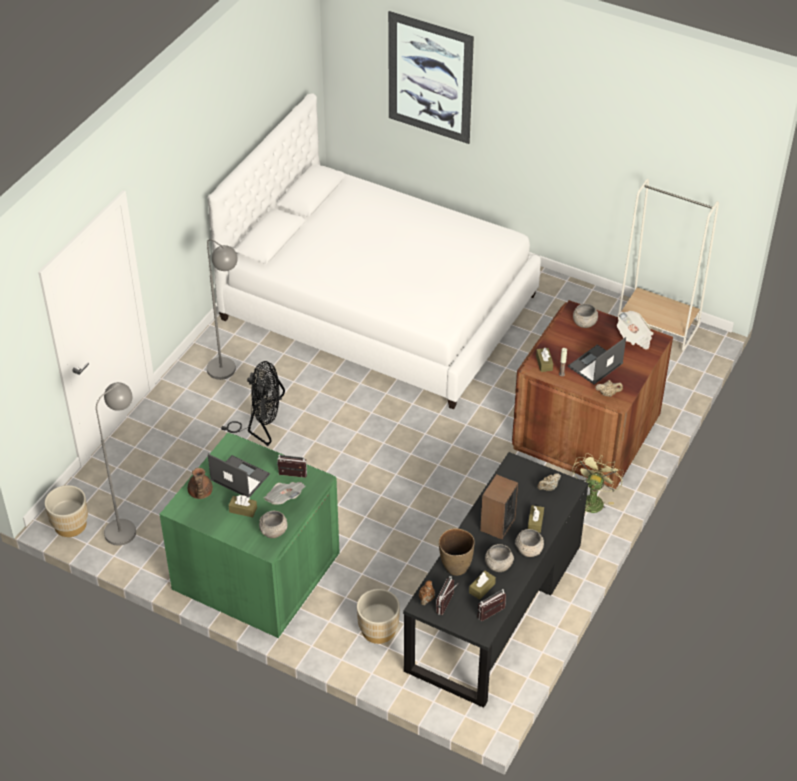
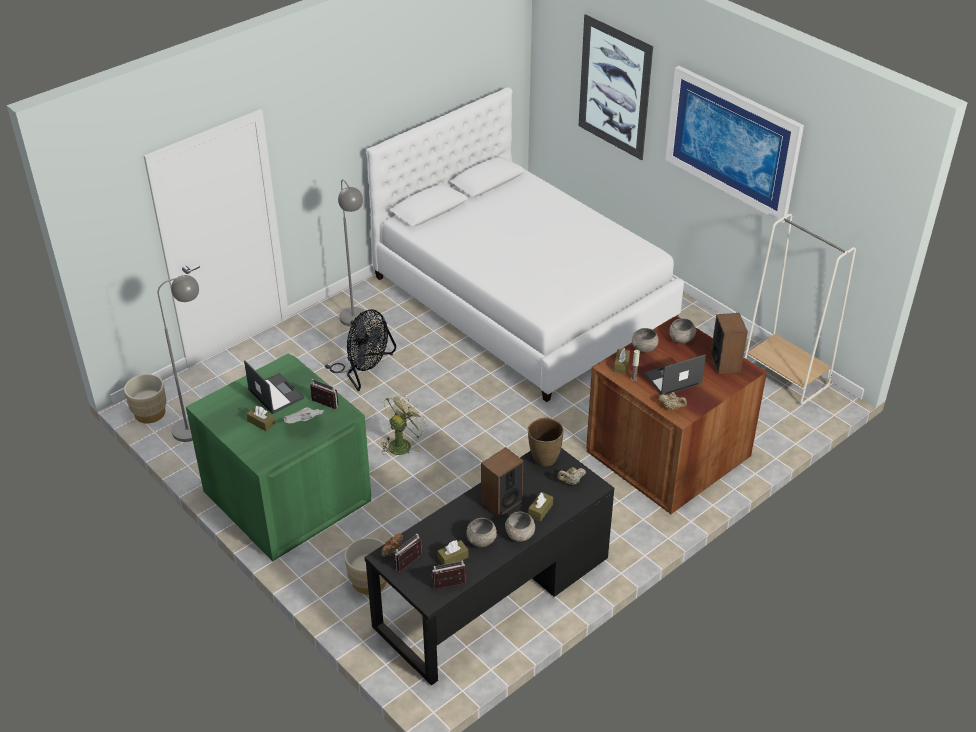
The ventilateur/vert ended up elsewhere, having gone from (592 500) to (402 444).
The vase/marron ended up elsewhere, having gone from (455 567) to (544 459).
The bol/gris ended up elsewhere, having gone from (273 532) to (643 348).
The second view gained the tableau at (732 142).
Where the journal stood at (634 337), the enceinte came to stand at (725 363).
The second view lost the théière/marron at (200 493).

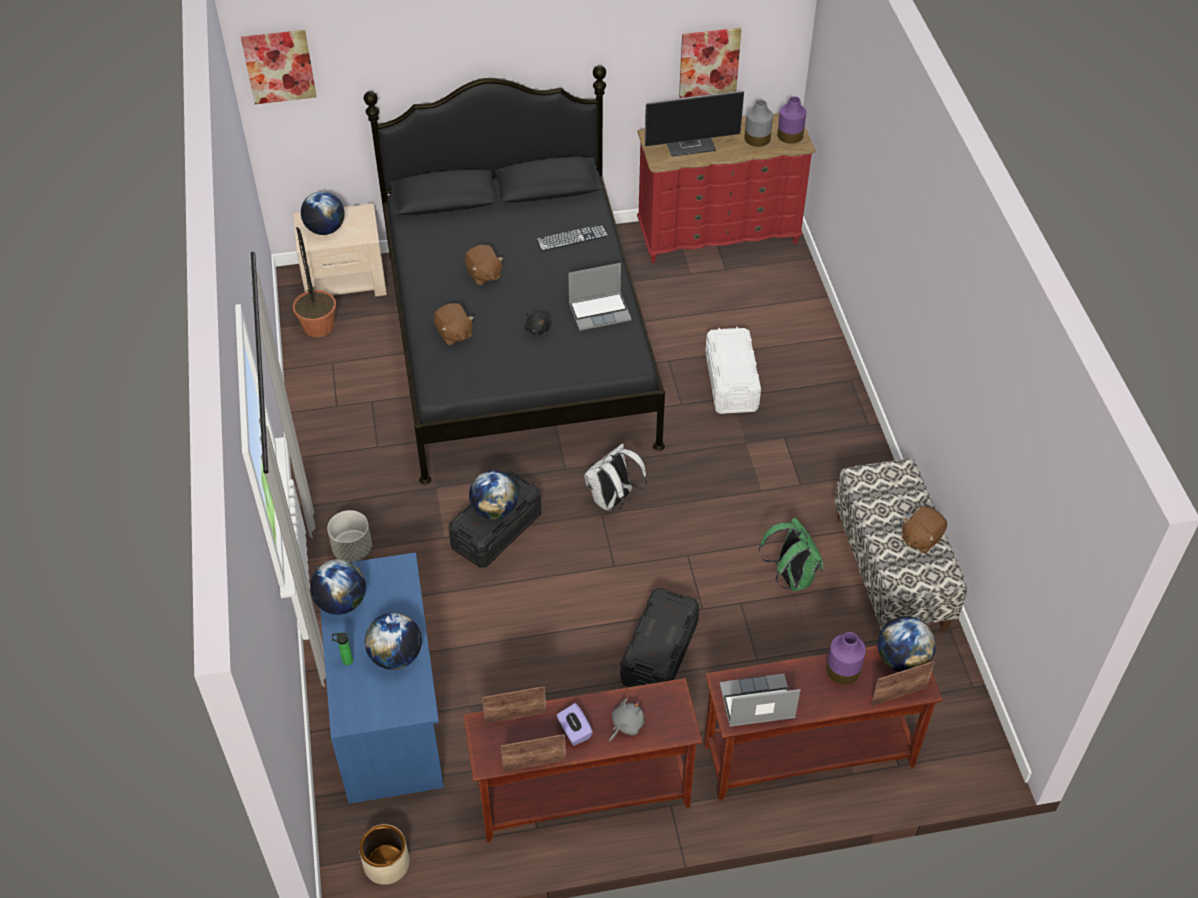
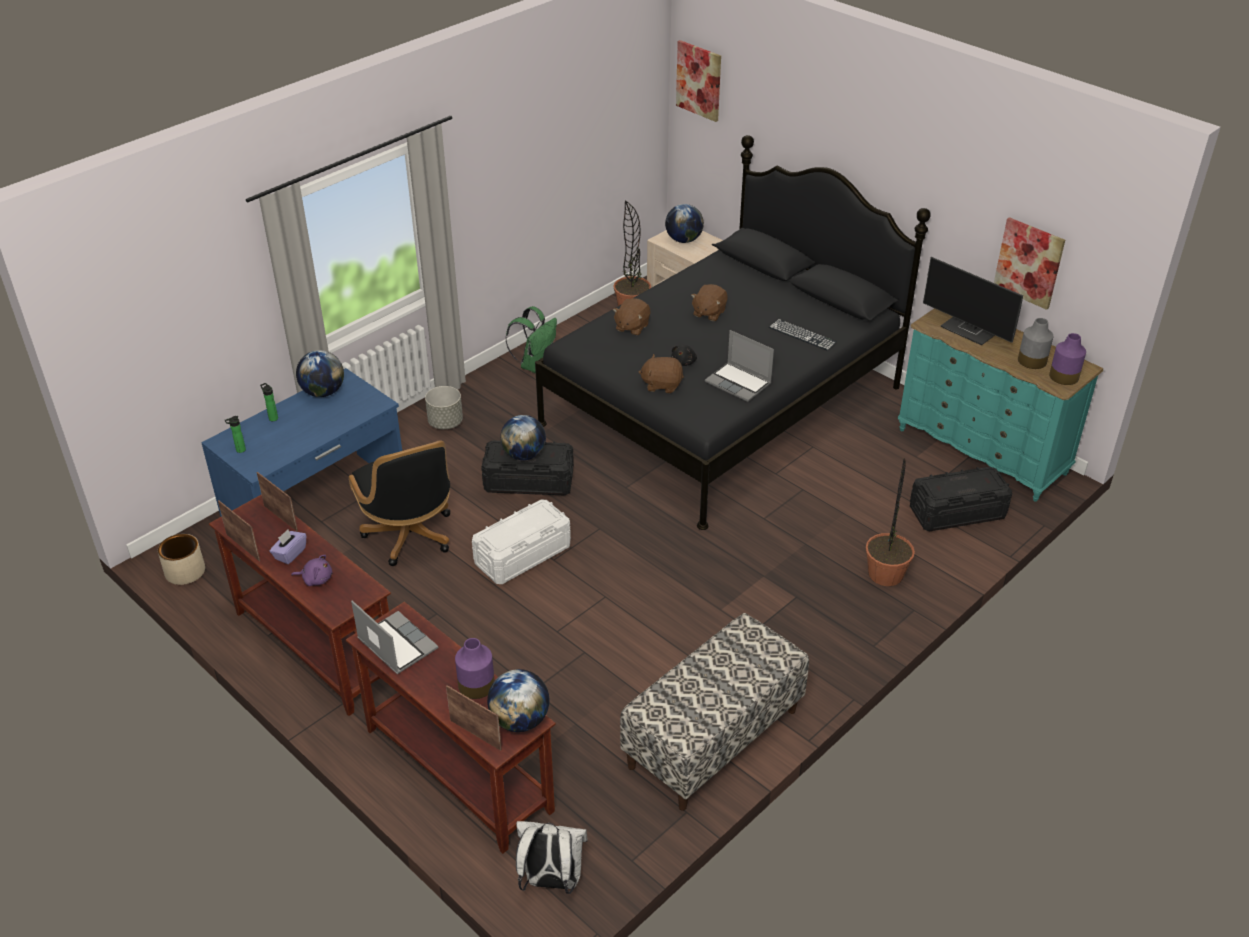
The second view gained the bouteille at (239 450).
What was the peluche/gris at (626 725) turned into the peluche/violet at (316 579).
The second view gained the chaise de bureau/noir at (412 540).
The boîte de rangement/blanc ended up elsewhere, having gone from (731 382) to (522 555).
The sac à dos/vert ended up elsewhere, having gone from (790 577) to (535 365).
The sac à dos/blanc ended up elsewhere, having gone from (613 500) to (551 881).
The peluche/marron ended up elsewhere, having gone from (920 538) to (662 385).
The second view gained the plante en pot at (885 574).
What was the commode/rouge at (719 235) turned into the commode/turquoise at (981 452).
The boîte de rangement/noir ended up elsewhere, having gone from (659 653) to (957 512).
The second view lost the globe at (396 656).

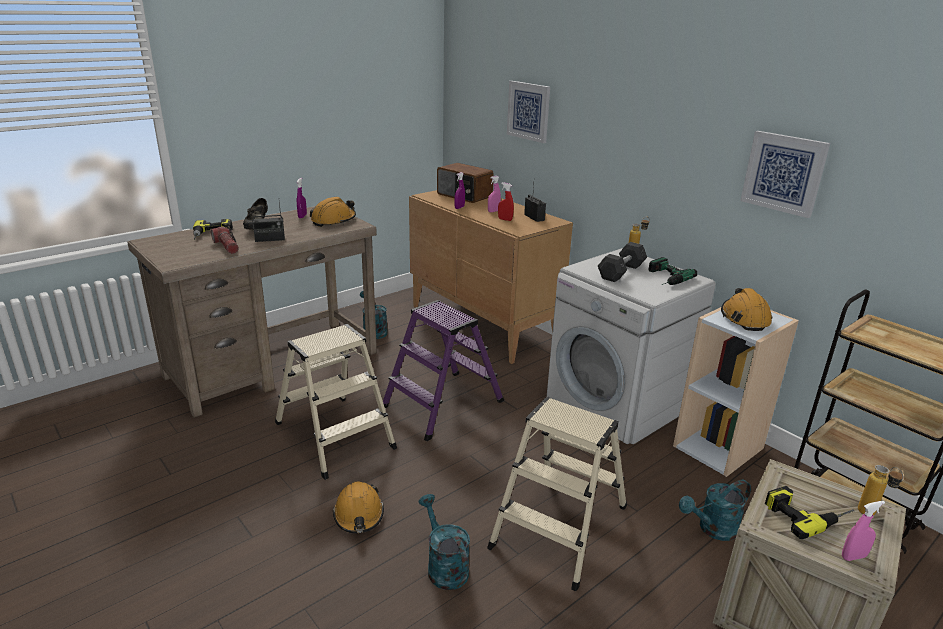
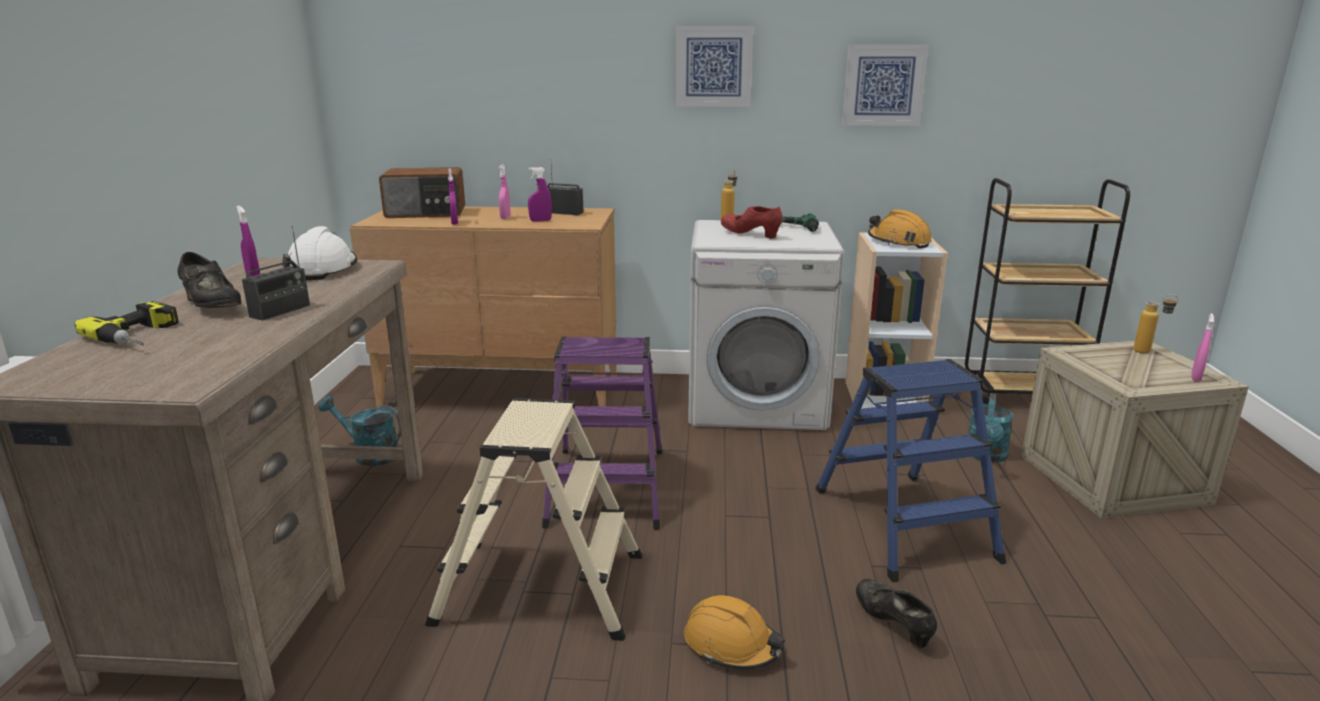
What was the casque de chantier/orange at (333 220) turned into the casque de chantier/blanc at (322 269).
What was the vaporisateur/rouge at (505 219) turned into the vaporisateur/violet at (540 221).
The tableau ended up elsewhere, having gone from (529 111) to (713 66).
Where the haltère/gris stood at (621 272), the chaussure/rouge came to stand at (750 235).
What was the escabeau/beige at (559 526) turned into the escabeau/bleu at (903 523).
Where the arrosoir/turquoise stood at (444 566), the chaussure/noir came to stand at (893 625).
The second view lost the lampe de poche at (227 246).
The second view lost the perceuse at (806 513).

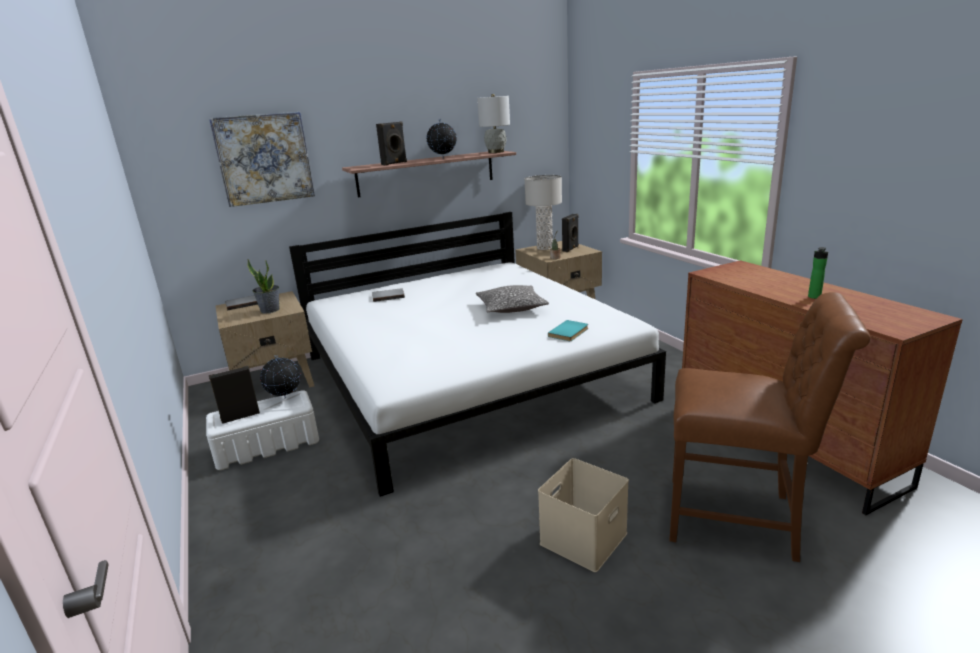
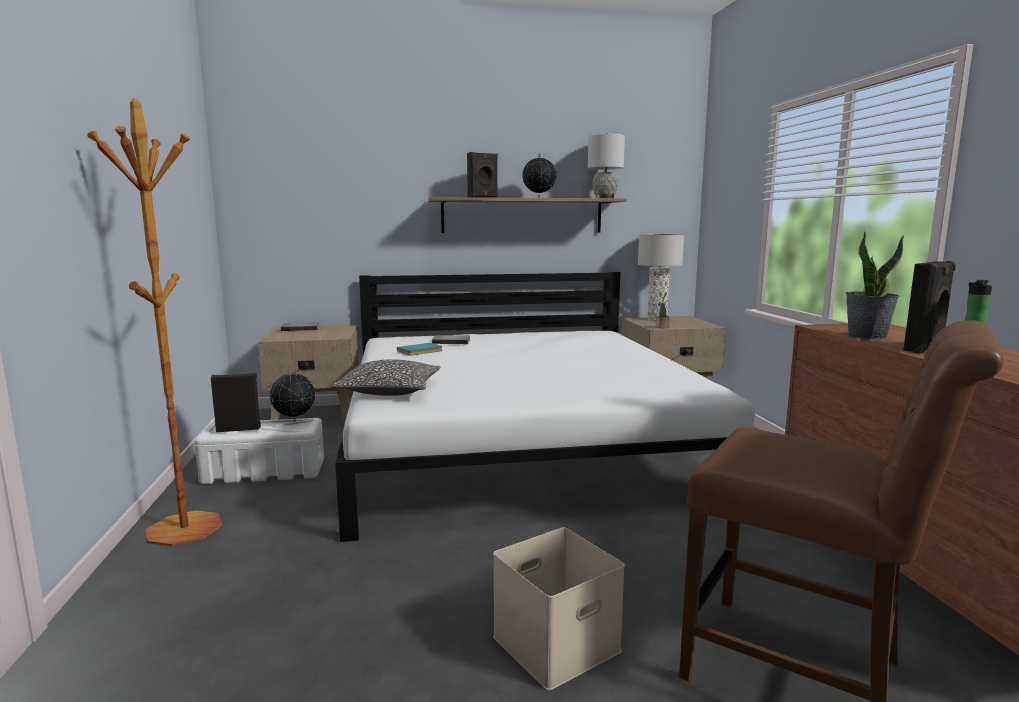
The second view gained the portant/orange at (184 528).
The coussin ended up elsewhere, having gone from (511 308) to (389 390).
The livre/turquoise ended up elsewhere, having gone from (569 332) to (420 351).
The plante en pot ended up elsewhere, having gone from (270 310) to (866 336).
The enceinte/noir ended up elsewhere, having gone from (571 249) to (925 348).
The second view lost the tableau at (264 158).

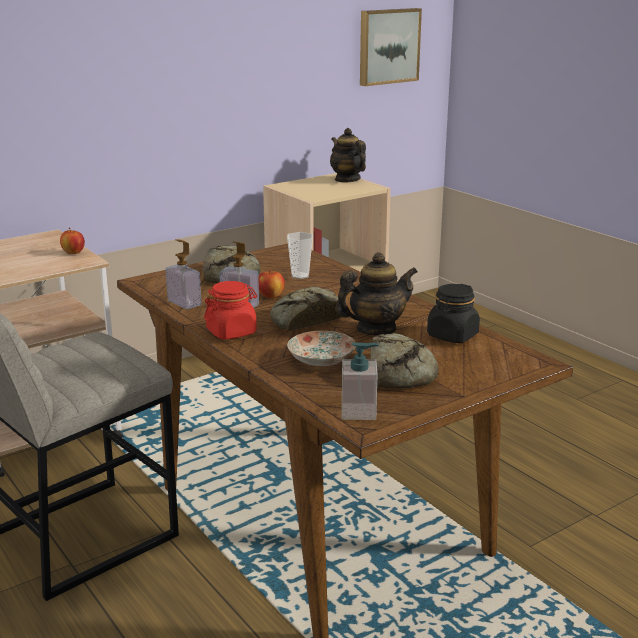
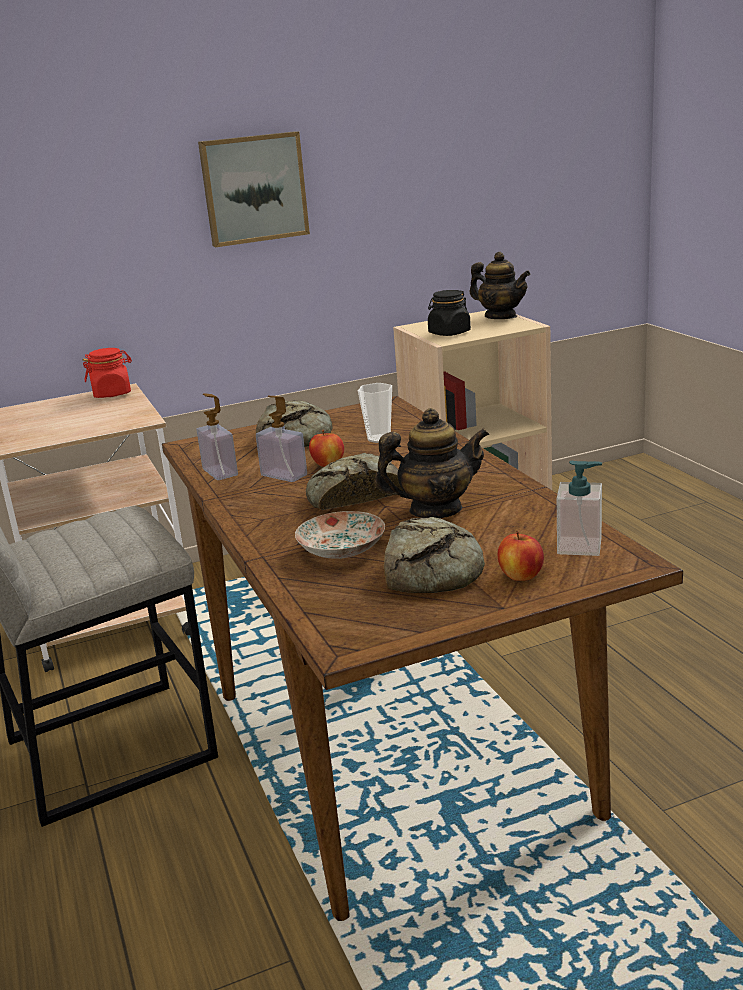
The bocal/rouge ended up elsewhere, having gone from (231 332) to (112 393).
The tableau ended up elsewhere, having gone from (388 46) to (253 188).
The bocal/noir ended up elsewhere, having gone from (452 335) to (449 333).
The théière at (347 179) ended up facing another way, 150 degrees clockwise from before.
The pomme ended up elsewhere, having gone from (73 252) to (521 576).
The distributeur de savon ended up elsewhere, having gone from (359 411) to (580 546).

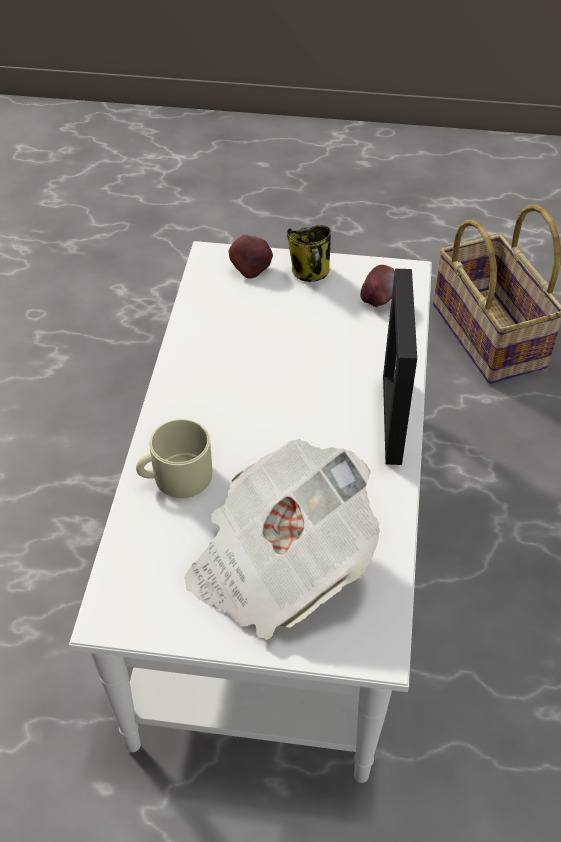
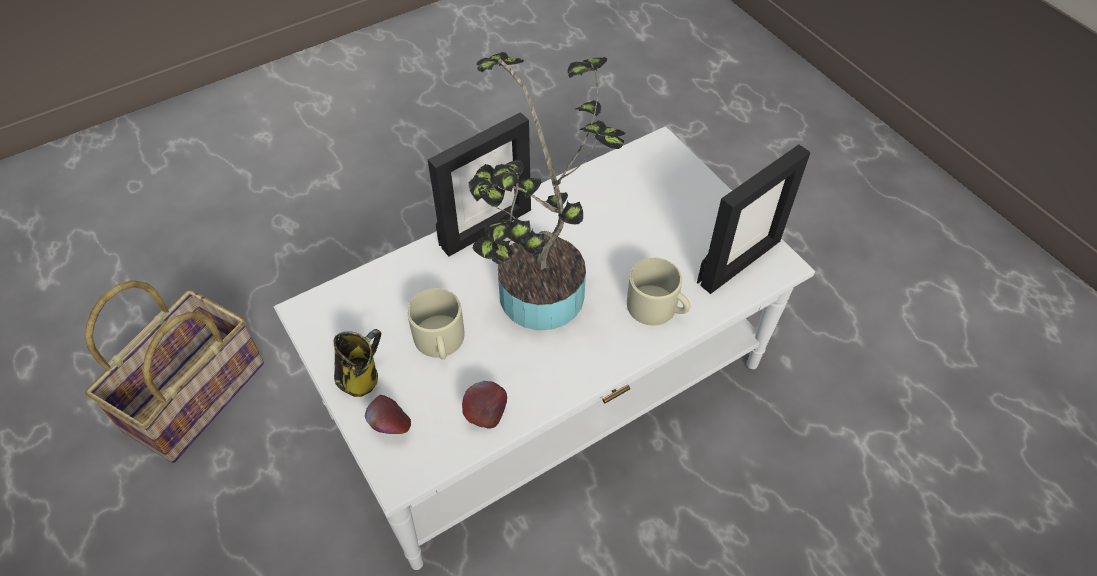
The second view gained the mug/beige at (440 342).
The pomme ended up elsewhere, having gone from (377 299) to (486 413).
The second view gained the plante en pot at (537 303).
The second view gained the cadre photo at (739 261).
The second view lost the journal at (278 565).

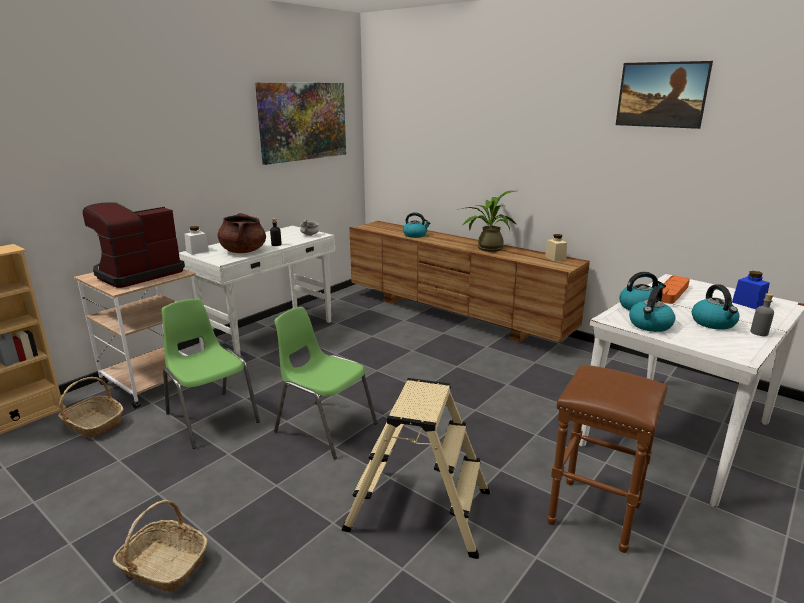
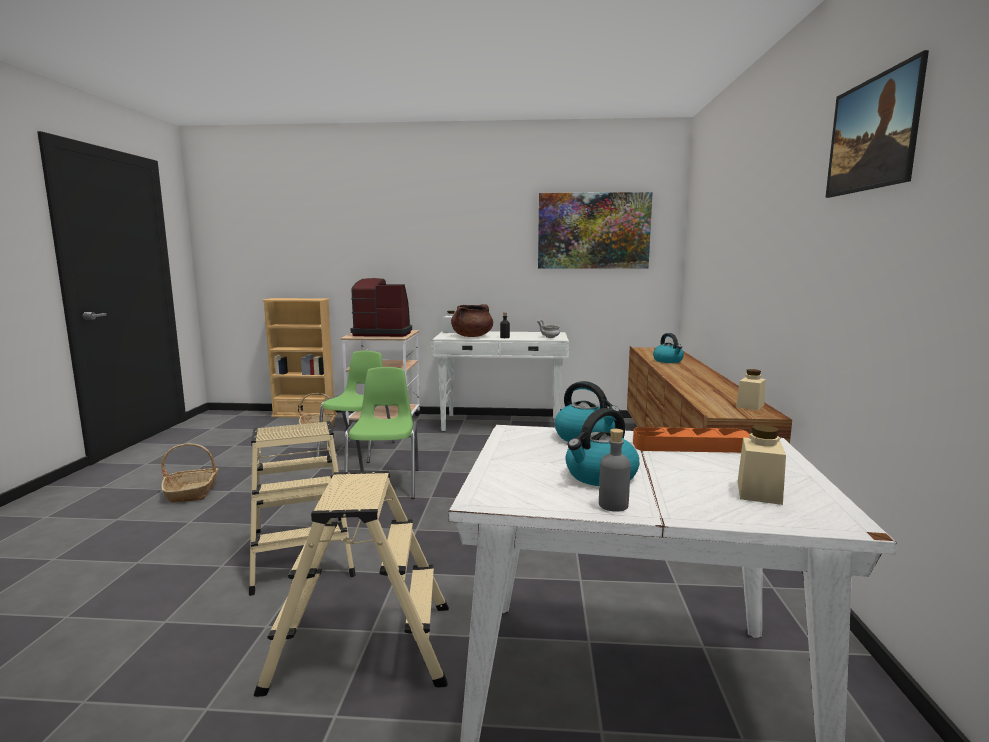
Where the tabouret/marron stood at (592 514), the escabeau/beige came to stand at (361 646).
What was the bocal/bleu at (748 303) turned into the bocal/beige at (759 492).
The second view lost the plante en pot at (486 248).
The second view lost the bouilloire at (650 325).

